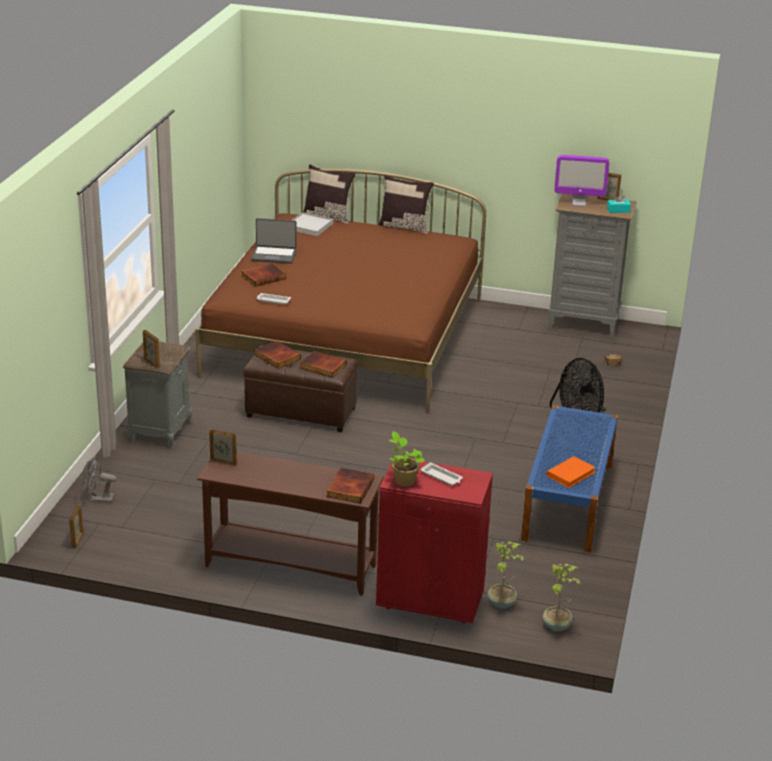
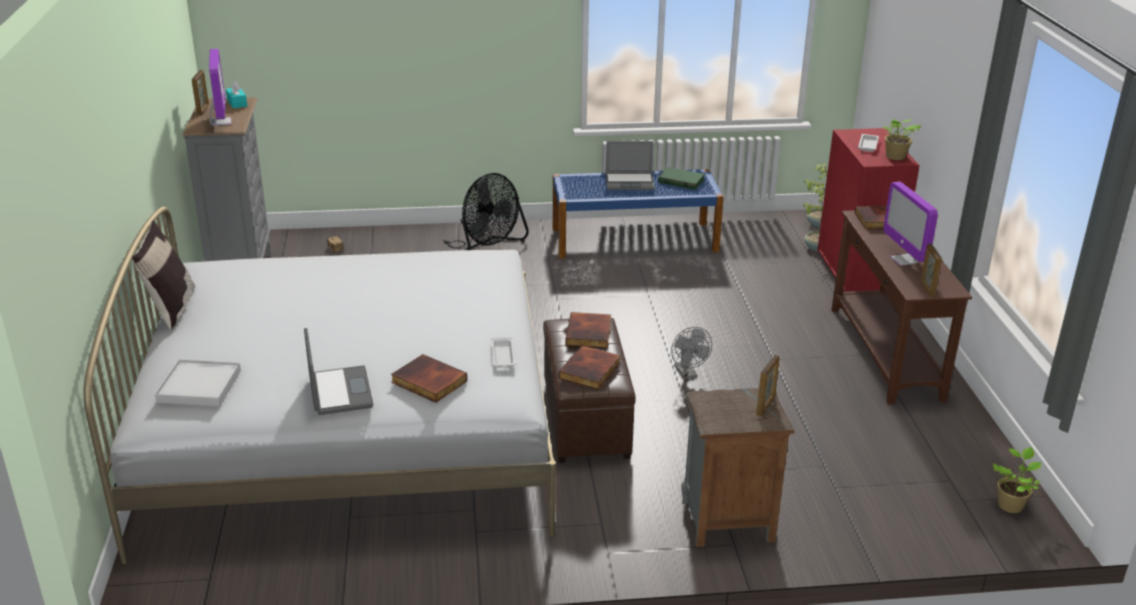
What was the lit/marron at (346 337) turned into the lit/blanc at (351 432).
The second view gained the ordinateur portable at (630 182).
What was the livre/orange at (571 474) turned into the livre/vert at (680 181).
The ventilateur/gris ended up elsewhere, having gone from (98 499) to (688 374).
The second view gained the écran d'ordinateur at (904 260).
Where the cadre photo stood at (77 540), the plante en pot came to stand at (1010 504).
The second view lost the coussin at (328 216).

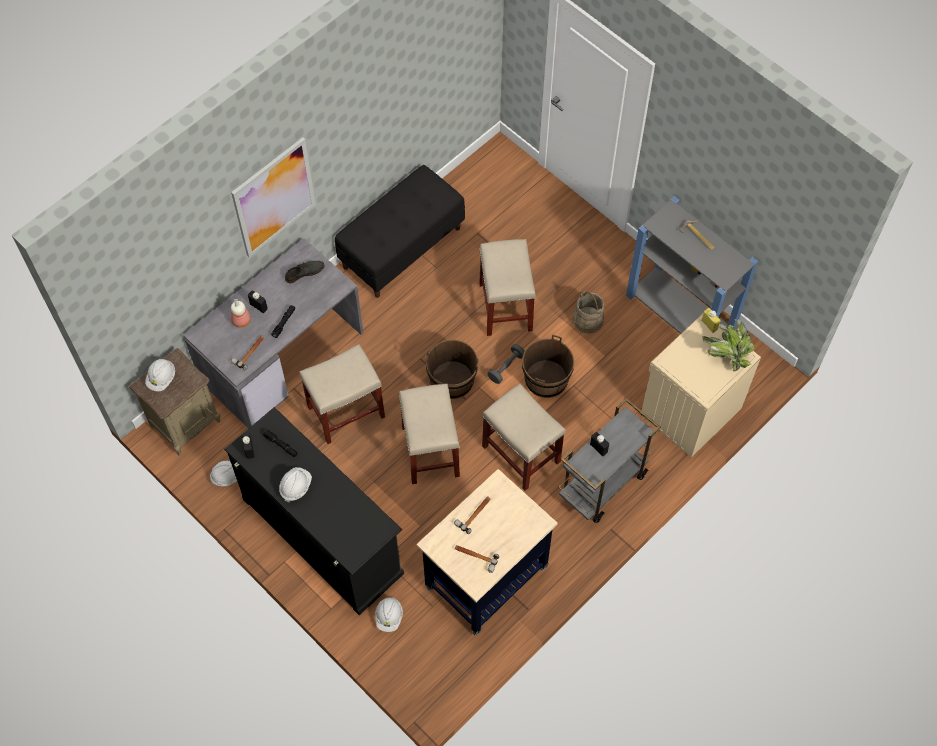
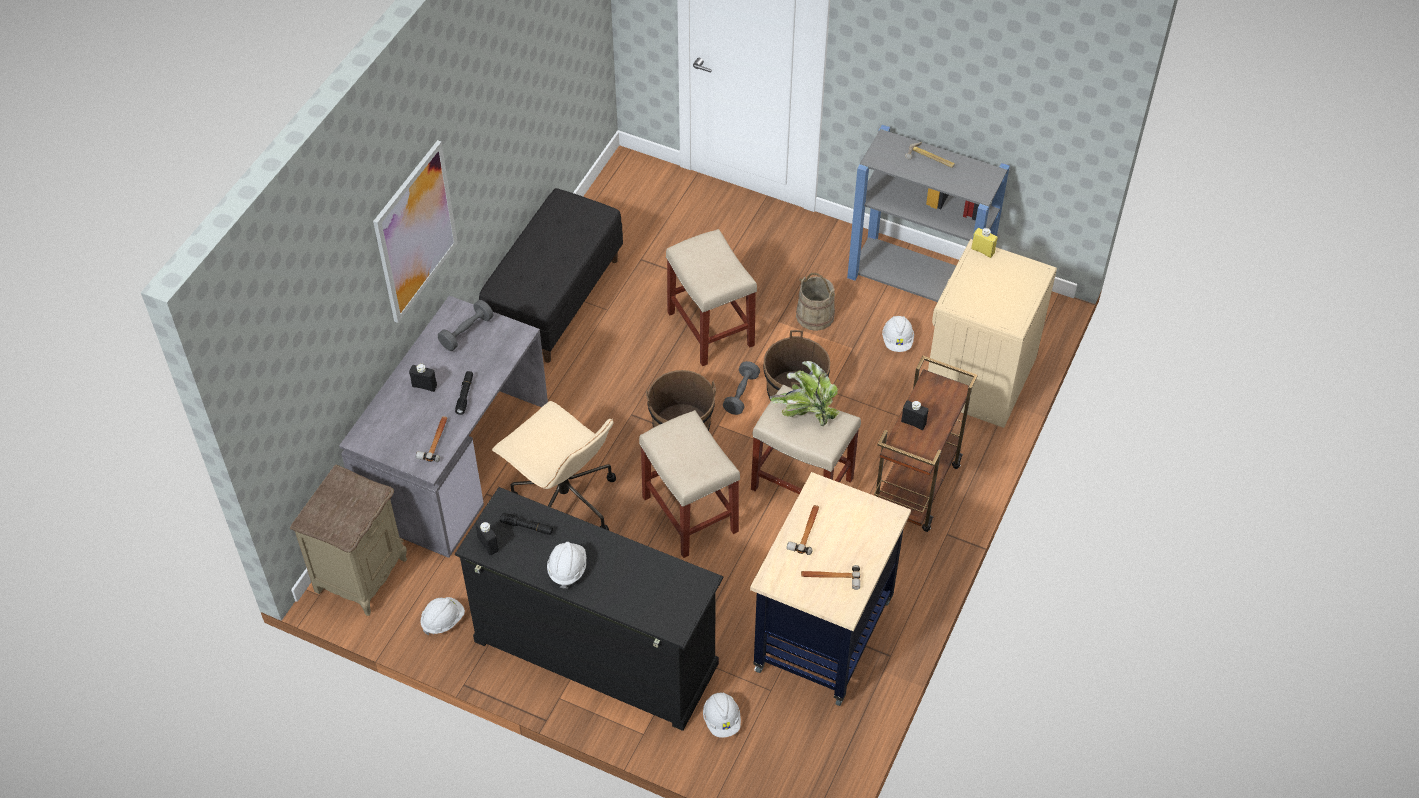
Where the chaussure/gris stood at (304 272), the haltère/gris came to stand at (466 332).
Where the tabouret/beige stood at (345 412), the chaise de bureau/beige came to stand at (563 502).
The plante en pot ended up elsewhere, having gone from (726 354) to (805 411).
What was the chariot/gris at (601 487) turned into the chariot/marron at (914 492).
The casque de chantier/blanc ended up elsewhere, having gone from (162 378) to (897 340).
The second view lost the bouteille at (240 320).

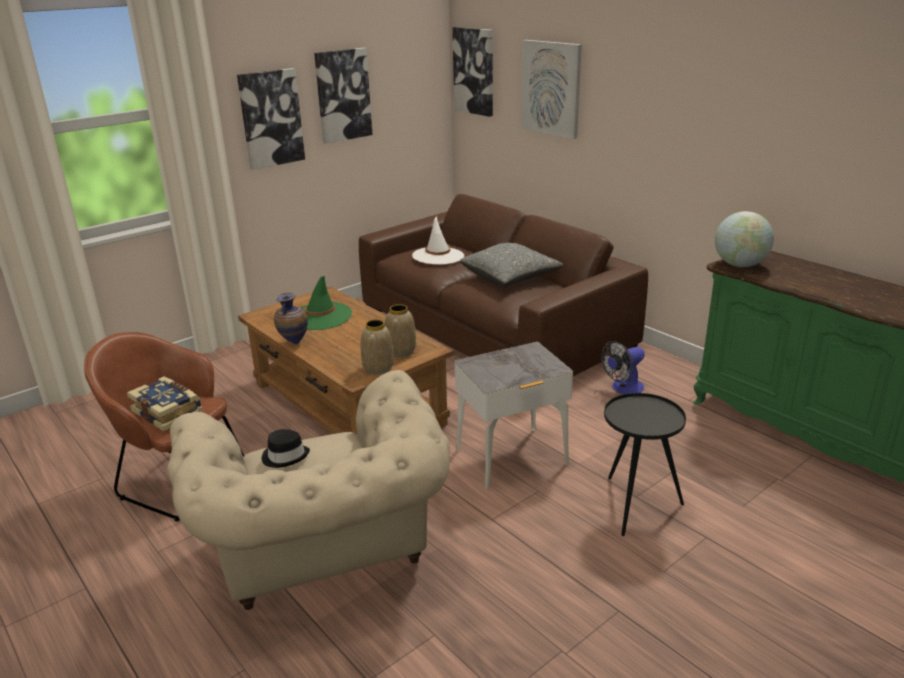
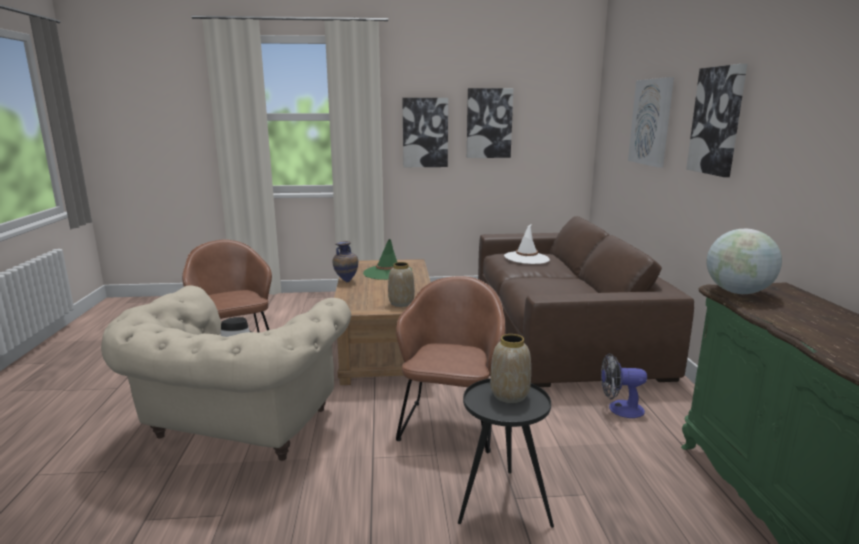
Where the table d'appoint stood at (513 457), the fauteuil/marron came to stand at (450 422).
The vase ended up elsewhere, having gone from (378 368) to (509 395).
The tableau ended up elsewhere, having gone from (474 71) to (717 121).
The second view lost the livre at (168 412).
The second view lost the coussin/gris at (510 277).

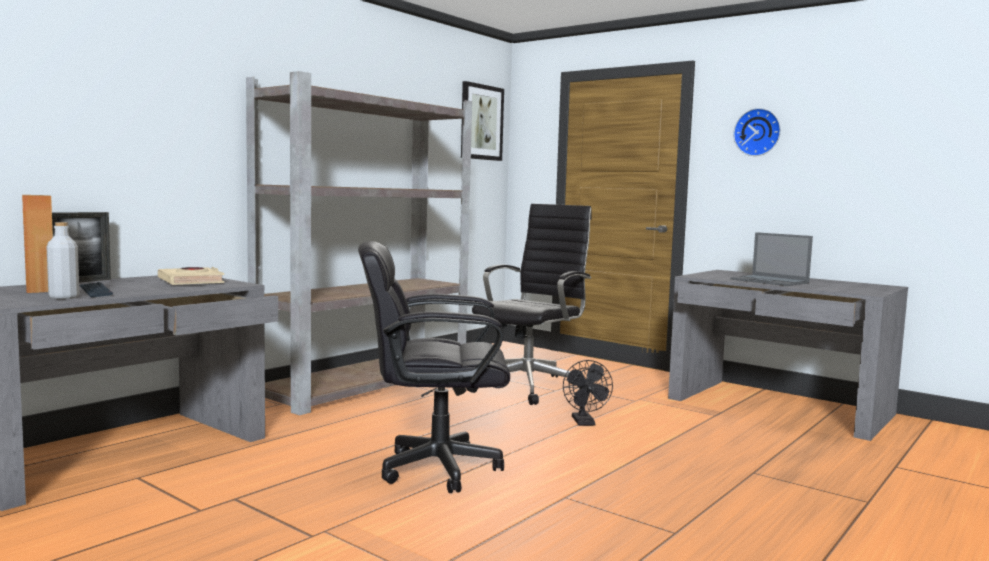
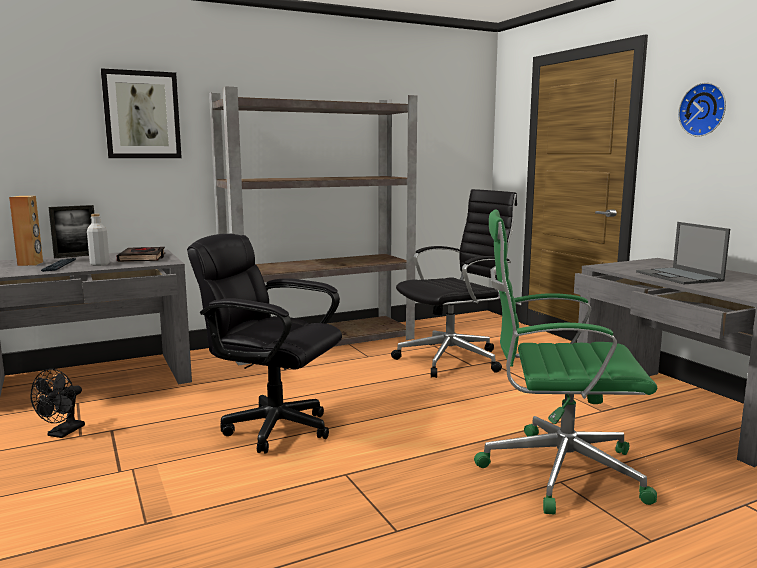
The ventilateur/noir ended up elsewhere, having gone from (585 423) to (62 433).
The bouteille/gris ended up elsewhere, having gone from (64 297) to (100 264).
The tableau ended up elsewhere, having gone from (481 122) to (142 115).
What was the livre/beige at (191 281) turned into the livre/noir at (142 258).
The second view gained the chaise de bureau/vert at (556 470).

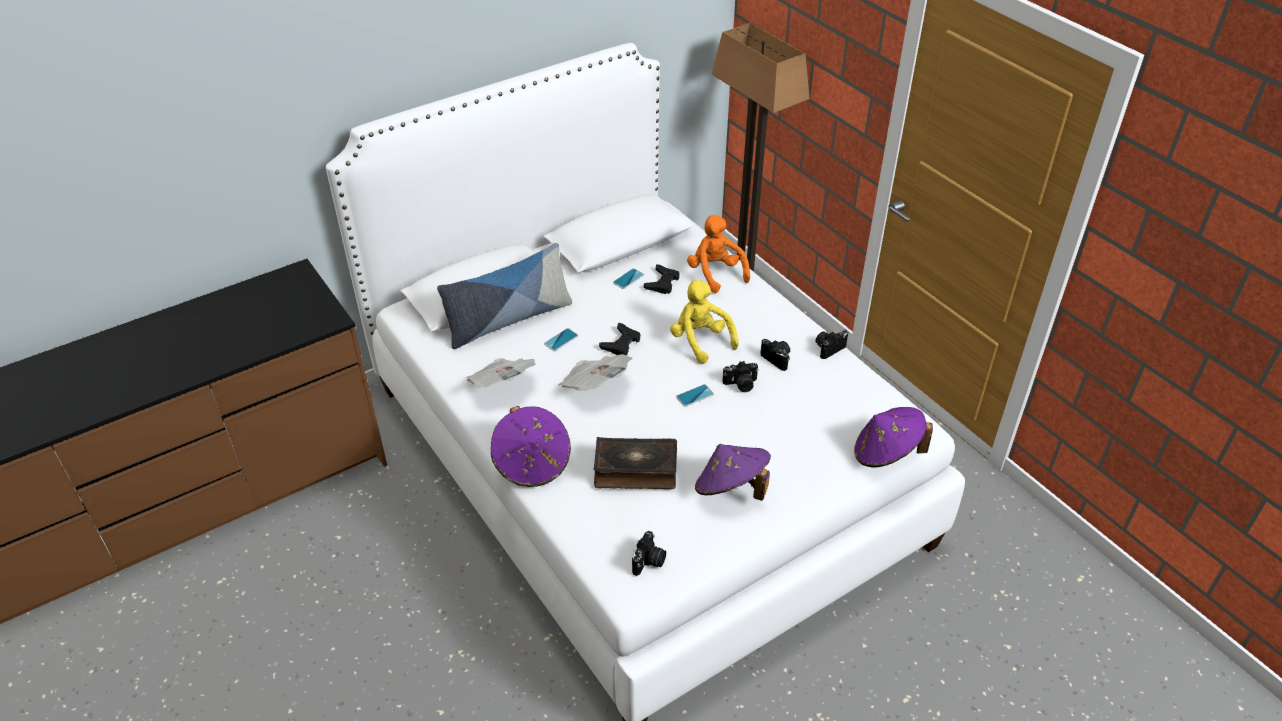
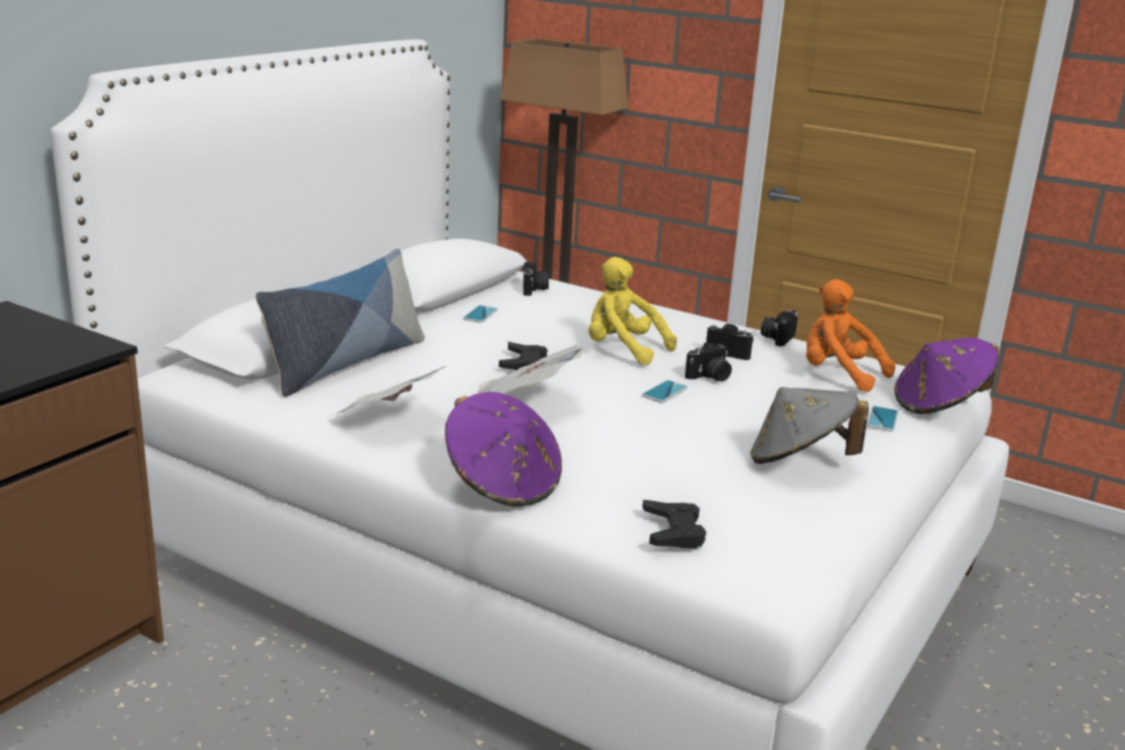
The appareil photo ended up elsewhere, having gone from (649 562) to (534 290).
The manette/noir ended up elsewhere, having gone from (662 283) to (673 531).
What was the chapeau/violet at (731 489) turned into the chapeau/gris at (799 461).
The peluche/orange ended up elsewhere, having gone from (715 273) to (838 375).
The téléphone ended up elsewhere, having gone from (561 340) to (882 419).
The second view lost the livre at (635 470).

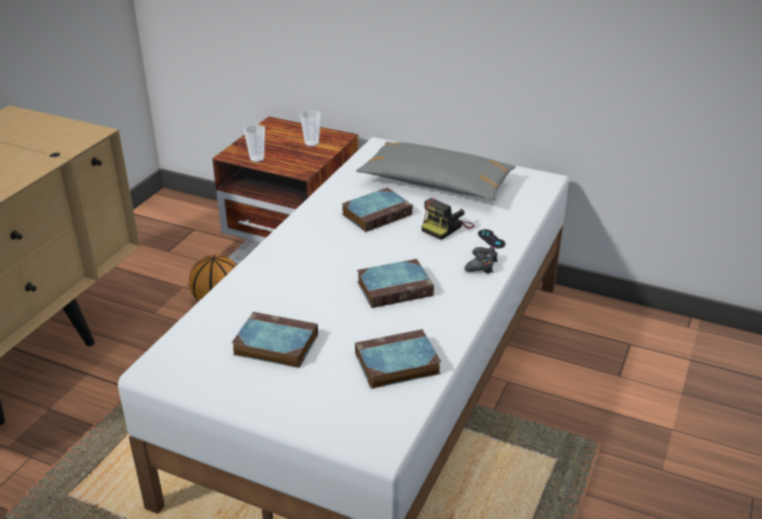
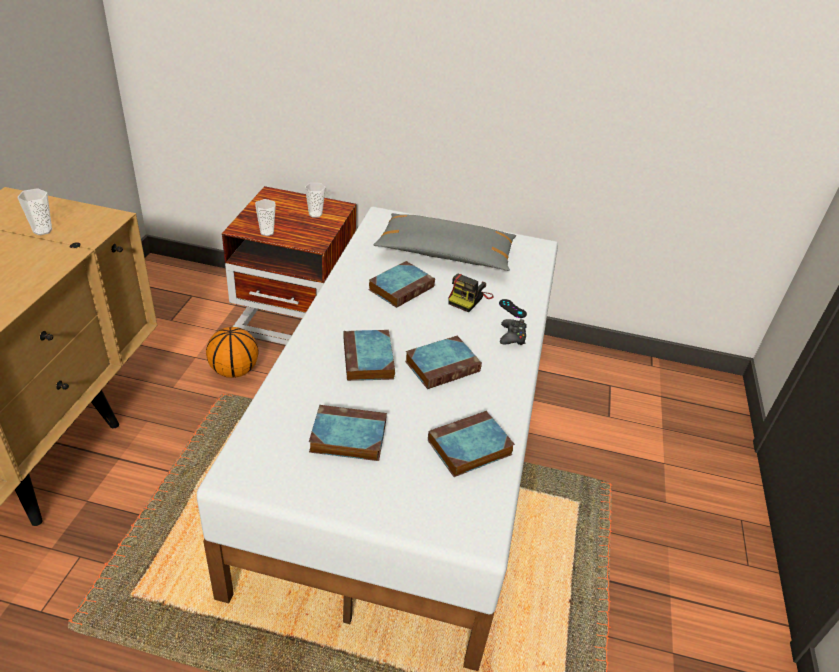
The second view gained the tasse at (42 231).
The second view gained the livre at (369 360).

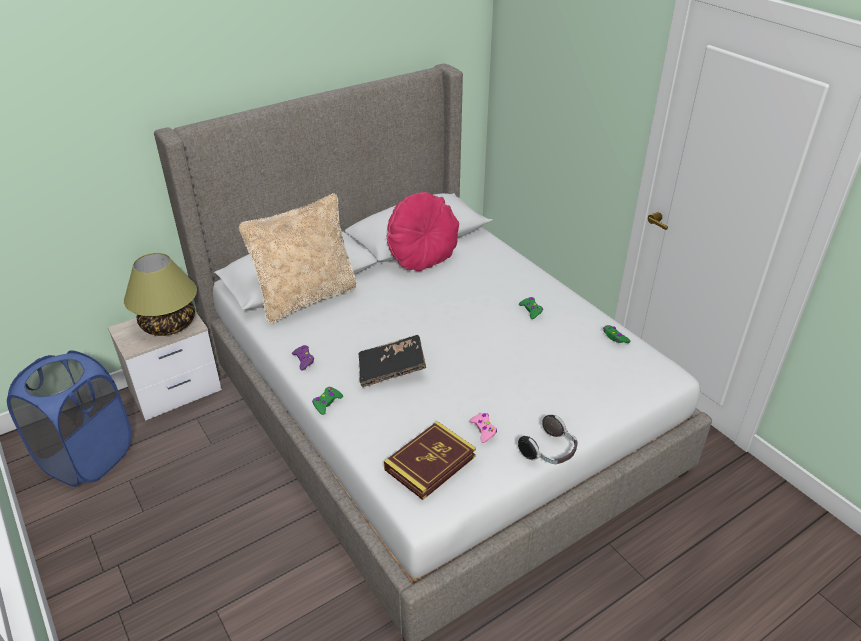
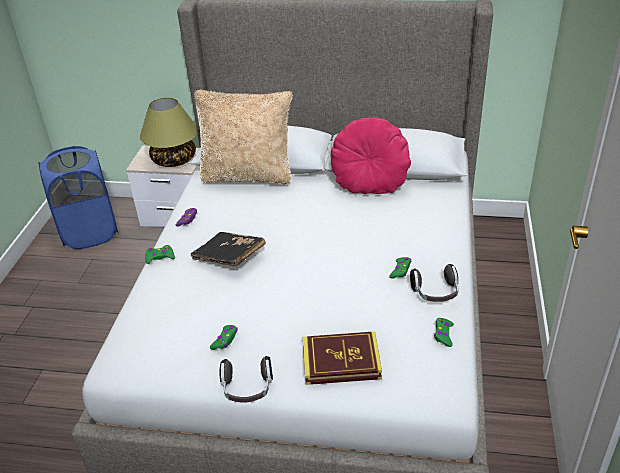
What was the manette/rose at (483 430) turned into the manette/vert at (225 340).
The livre ended up elsewhere, having gone from (430 463) to (341 361).
The second view gained the casque audio at (435 293).

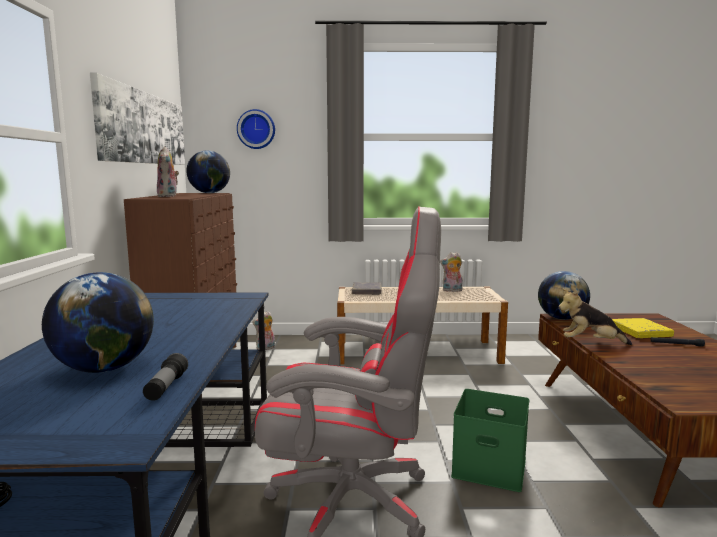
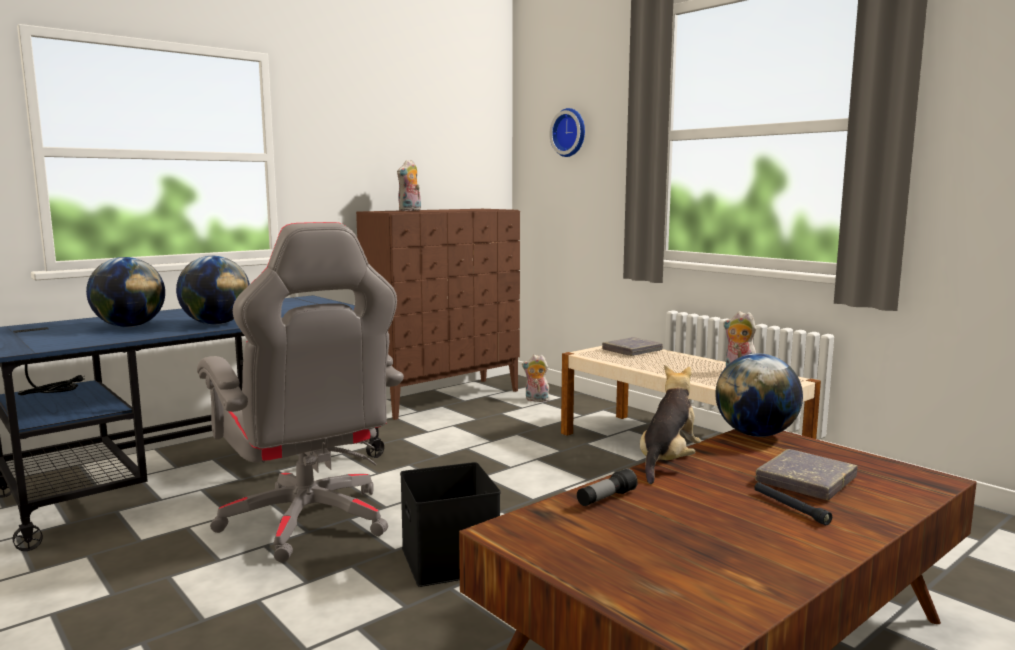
The globe ended up elsewhere, having gone from (209 193) to (216 324).
What was the boîte de rangement/vert at (491 466) turned into the boîte de rangement/noir at (452 560).
The lampe de poche ended up elsewhere, having gone from (166 387) to (606 498).
The peluche at (590 343) ended up facing another way, 60 degrees clockwise from before.
What was the livre/jaune at (640 332) turned into the livre/gris at (805 480).
The second view lost the tableau at (144 128).

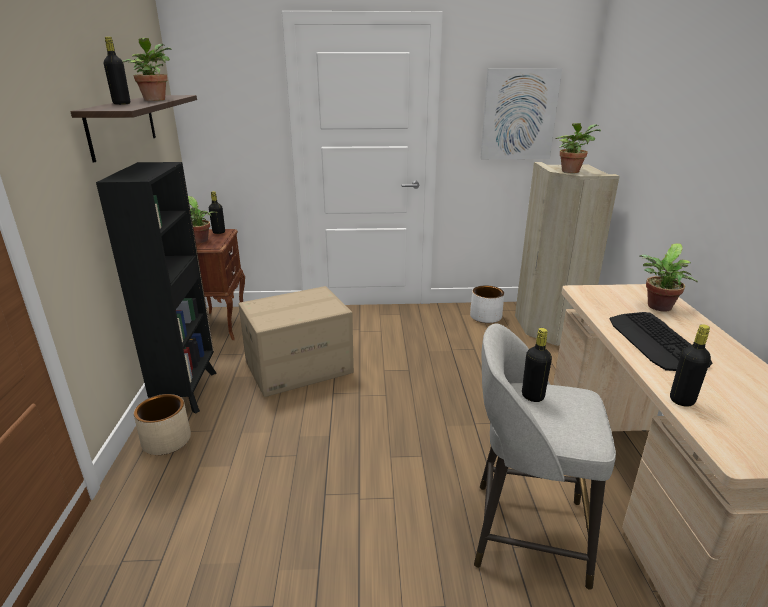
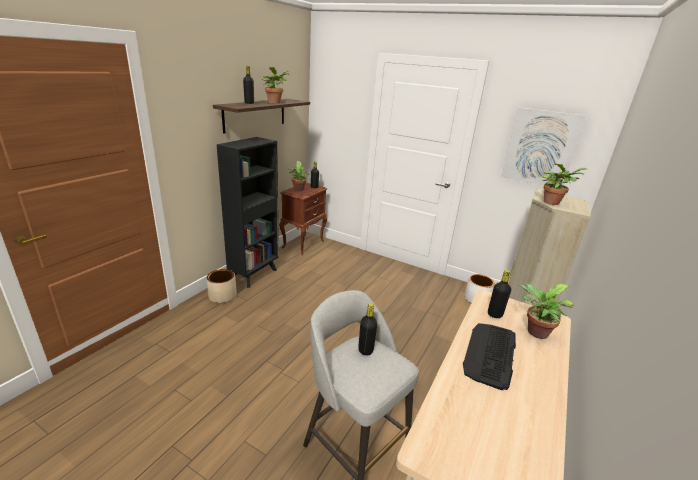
The bouteille/noir ended up elsewhere, having gone from (682 400) to (494 314).
The second view lost the carton at (299 367).

